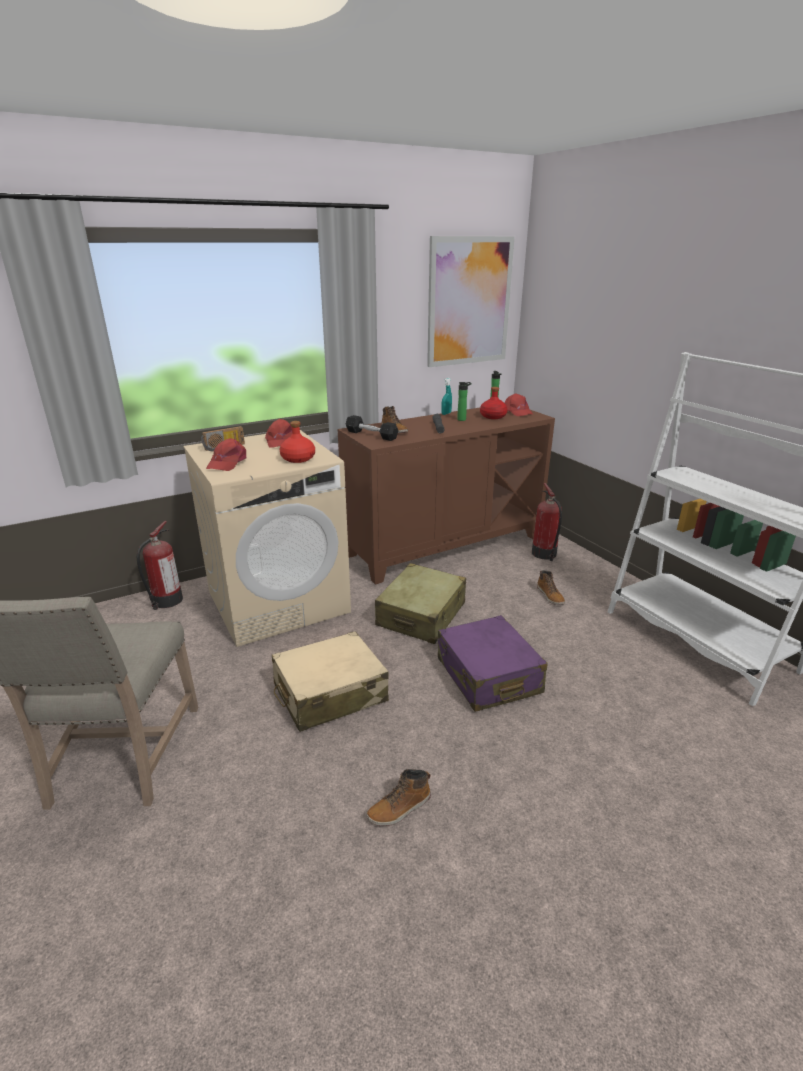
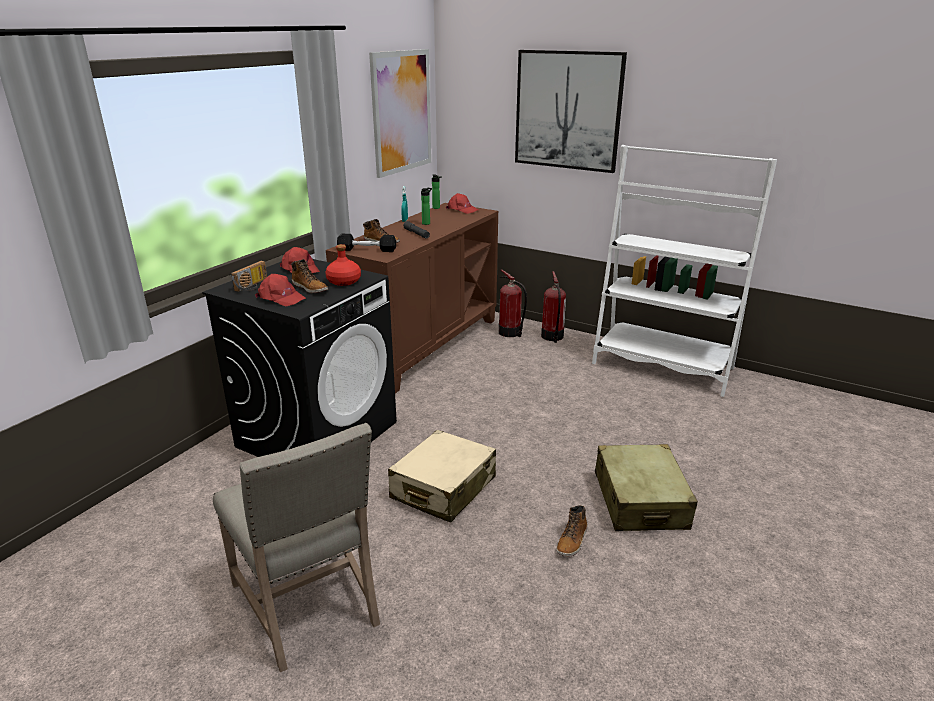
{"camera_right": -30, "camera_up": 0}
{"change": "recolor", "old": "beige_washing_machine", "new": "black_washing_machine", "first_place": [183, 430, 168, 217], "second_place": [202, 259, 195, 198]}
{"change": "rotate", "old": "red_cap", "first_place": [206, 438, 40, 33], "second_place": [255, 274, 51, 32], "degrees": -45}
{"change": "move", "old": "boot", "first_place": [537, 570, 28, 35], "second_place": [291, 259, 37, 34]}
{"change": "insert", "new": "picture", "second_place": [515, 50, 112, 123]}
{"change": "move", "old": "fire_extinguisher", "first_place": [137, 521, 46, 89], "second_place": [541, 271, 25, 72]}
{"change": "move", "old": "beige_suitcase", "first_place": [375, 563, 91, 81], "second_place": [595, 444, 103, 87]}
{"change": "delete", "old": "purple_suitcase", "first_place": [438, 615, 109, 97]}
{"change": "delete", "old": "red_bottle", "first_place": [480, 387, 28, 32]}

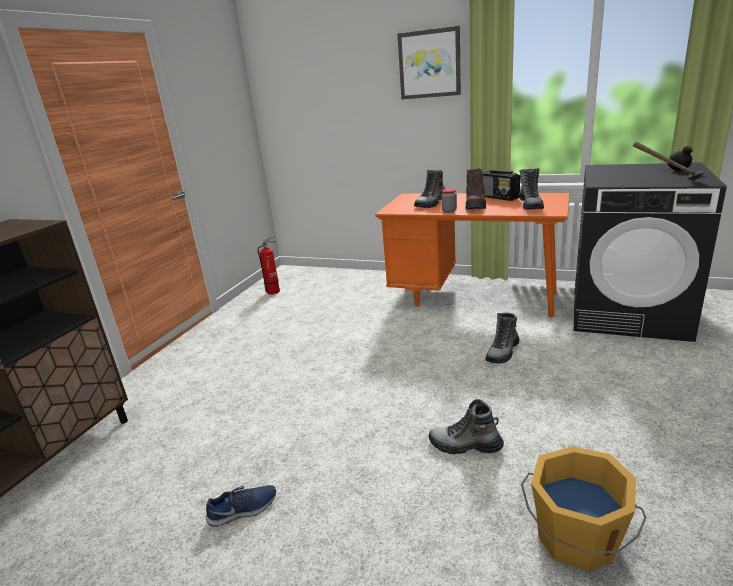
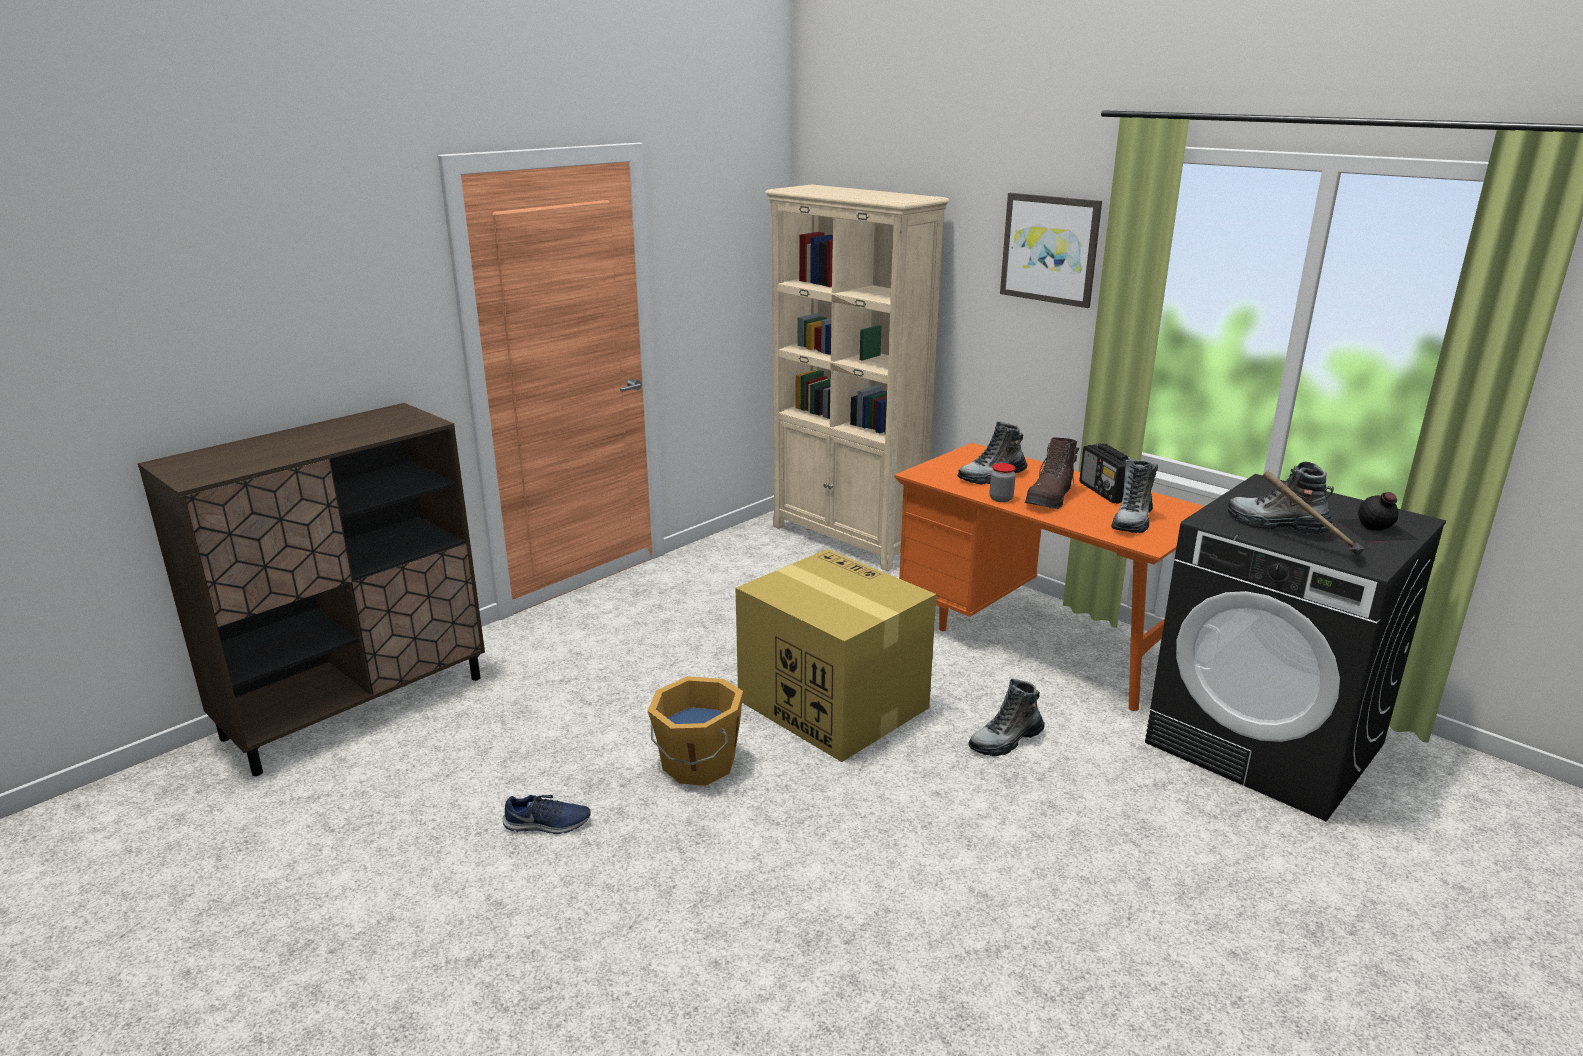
{"camera_right": 20, "camera_up": 0}
{"change": "move", "old": "orange_bucket", "first_place": [521, 447, 126, 124], "second_place": [648, 676, 95, 110]}
{"change": "insert", "new": "cardboard_box", "second_place": [735, 549, 201, 213]}
{"change": "insert", "new": "beige_bookcase", "second_place": [765, 185, 184, 386]}
{"change": "move", "old": "boot", "first_place": [429, 399, 75, 55], "second_place": [1228, 462, 106, 72]}
{"change": "delete", "old": "fire_extinguisher", "first_place": [257, 235, 23, 59]}

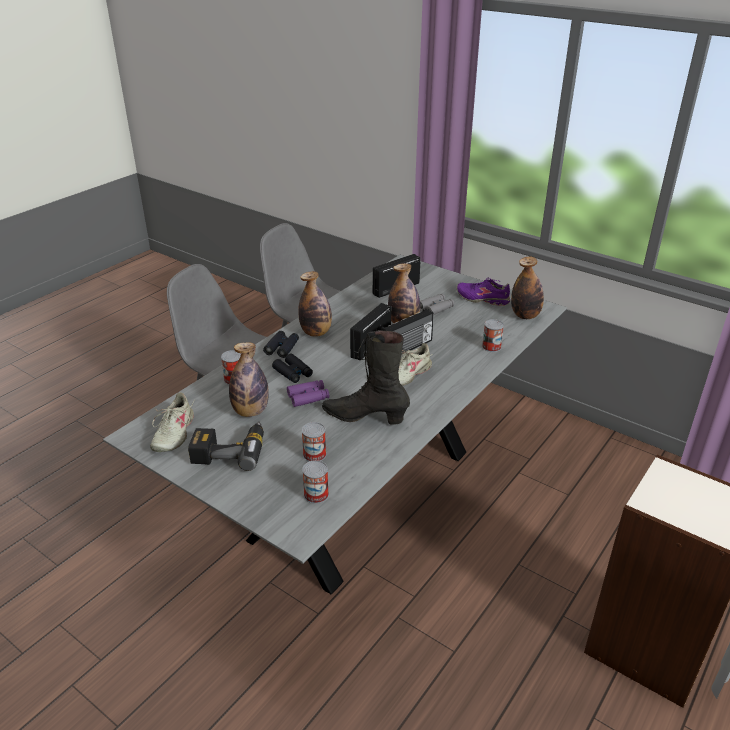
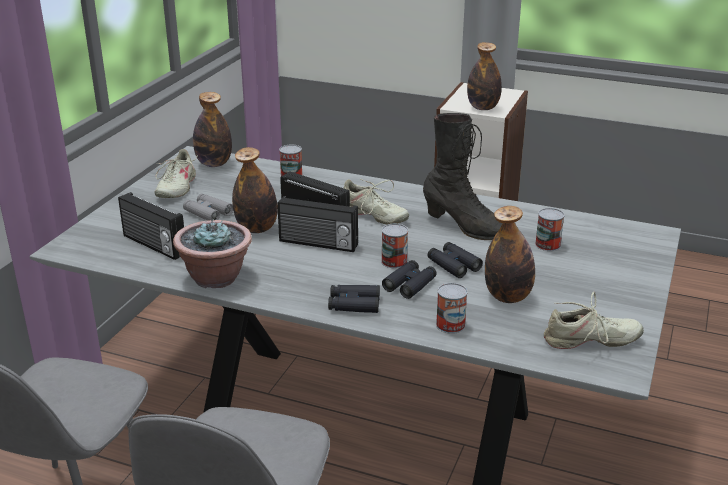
{"camera_right": -105, "camera_up": -5}
{"change": "recolor", "old": "purple_shoe", "new": "beige_shoe", "first_place": [456, 278, 54, 28], "second_place": [155, 149, 43, 49]}
{"change": "insert", "new": "potted_plant", "second_place": [173, 219, 79, 69]}
{"change": "move", "old": "can", "first_place": [302, 460, 27, 44], "second_place": [381, 224, 27, 44]}
{"change": "rotate", "old": "black_boot", "first_place": [322, 330, 88, 95], "second_place": [423, 113, 80, 127], "degrees": -60}
{"change": "recolor", "old": "purple_binoculars", "new": "black_binoculars", "first_place": [287, 380, 42, 27], "second_place": [428, 242, 55, 36]}
{"change": "move", "old": "bottle", "first_place": [298, 271, 34, 66], "second_place": [467, 42, 35, 68]}
{"change": "delete", "old": "power_drill", "first_place": [188, 421, 76, 50]}

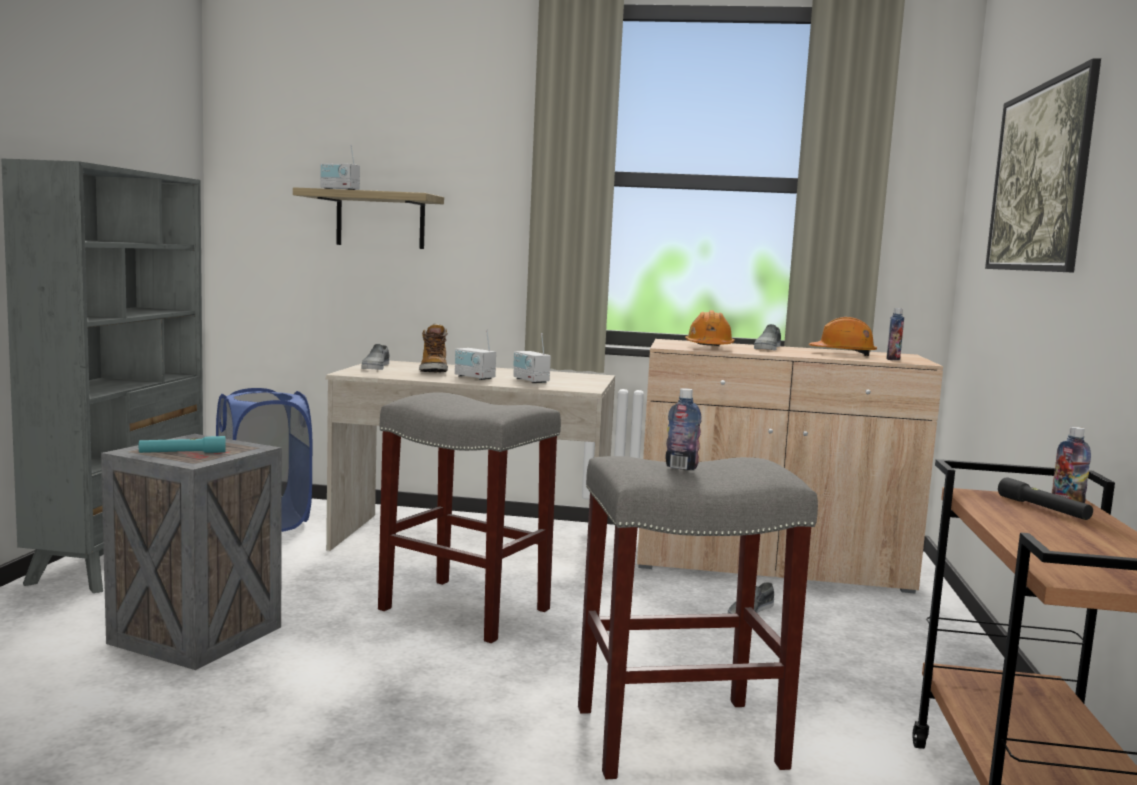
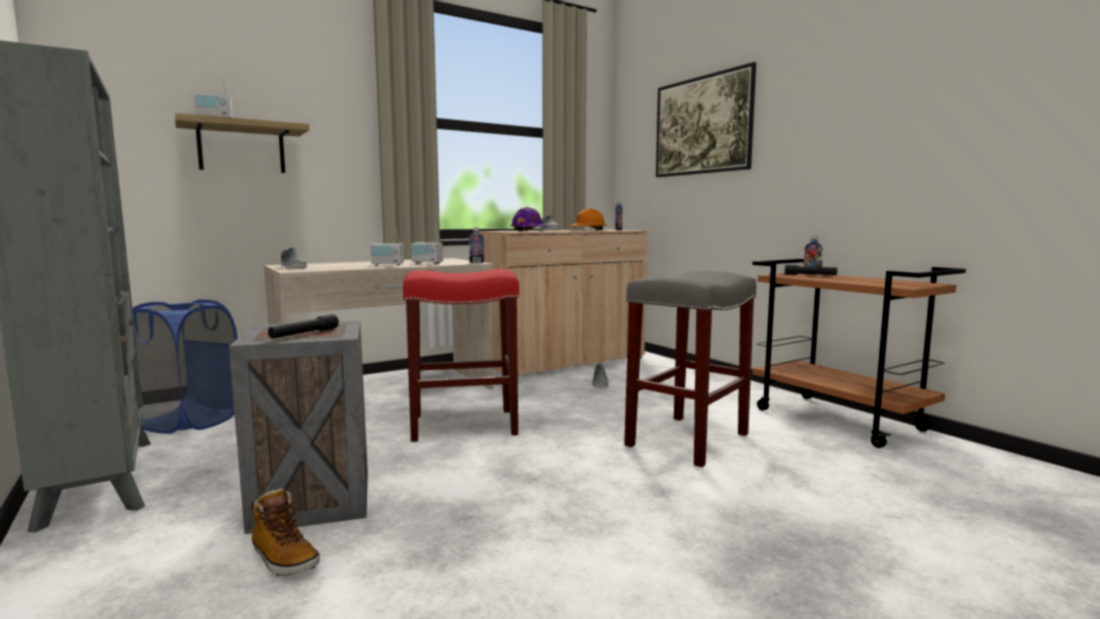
{"camera_right": -40, "camera_up": 0}
{"change": "move", "old": "boot", "first_place": [419, 323, 29, 50], "second_place": [251, 488, 69, 88]}
{"change": "recolor", "old": "turquoise_flashlight", "new": "black_flashlight", "first_place": [139, 436, 87, 17], "second_place": [268, 314, 71, 25]}
{"change": "recolor", "old": "grey_stool", "new": "red_stool", "first_place": [378, 392, 183, 251], "second_place": [403, 269, 116, 173]}
{"change": "move", "old": "bottle", "first_place": [665, 388, 37, 82], "second_place": [469, 227, 15, 36]}
{"change": "recolor", "old": "orange_hard_hat", "new": "purple_hard_hat", "first_place": [685, 310, 50, 36], "second_place": [510, 207, 36, 24]}

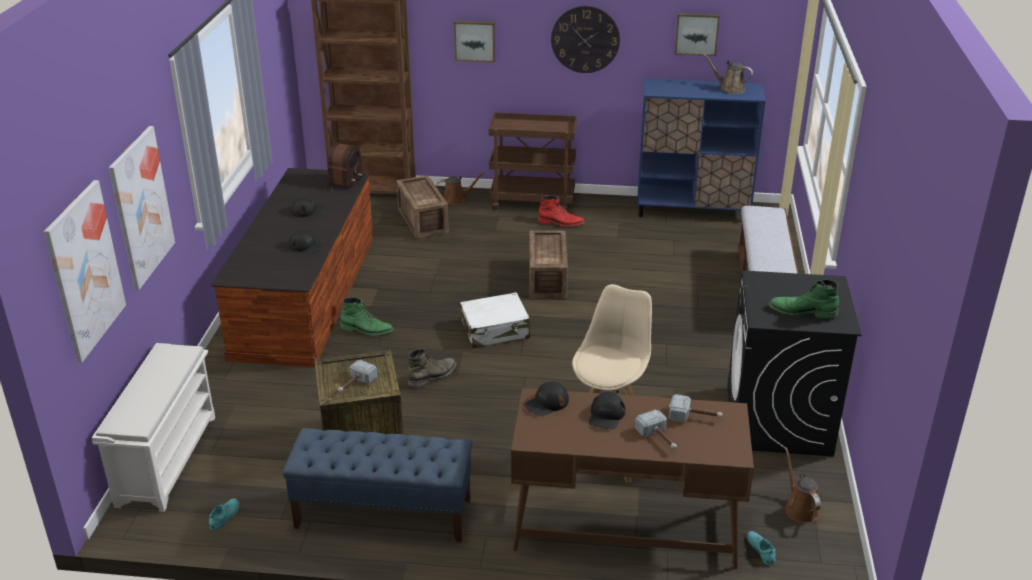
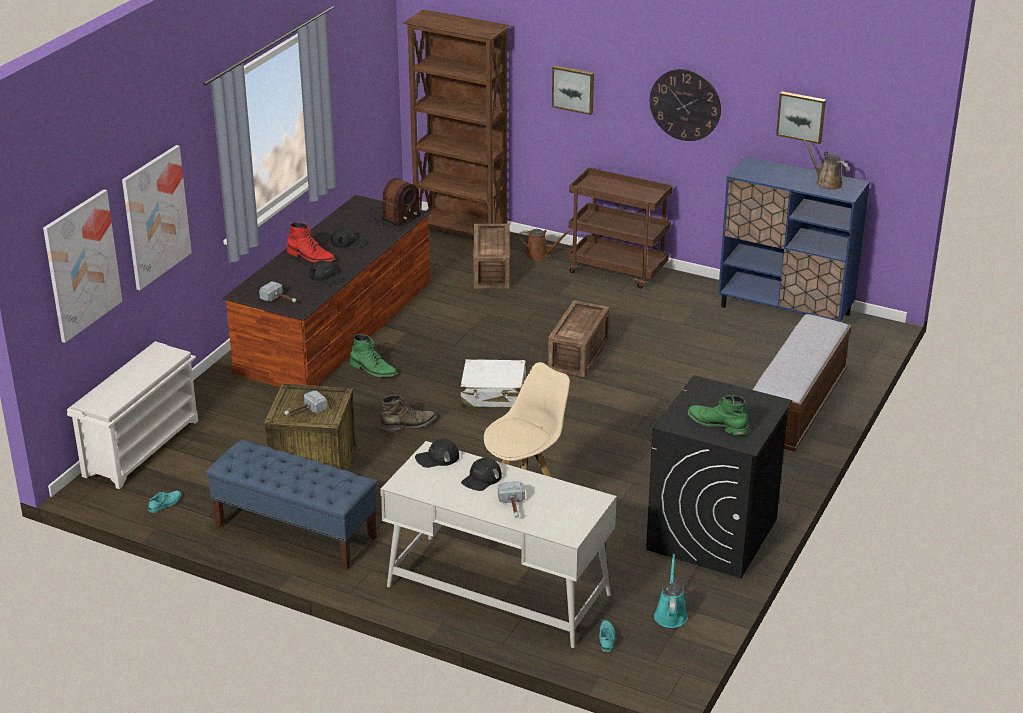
{"camera_right": 20, "camera_up": 0}
{"change": "move", "old": "hammer", "first_place": [668, 394, 54, 28], "second_place": [259, 281, 37, 22]}
{"change": "move", "old": "red_boot", "first_place": [538, 195, 47, 32], "second_place": [287, 222, 48, 40]}
{"change": "recolor", "old": "brown_desk", "new": "white_desk", "first_place": [511, 388, 243, 181], "second_place": [380, 441, 237, 207]}
{"change": "recolor", "old": "brown_watering_can", "new": "turquoise_watering_can", "first_place": [785, 448, 36, 75], "second_place": [654, 554, 34, 74]}

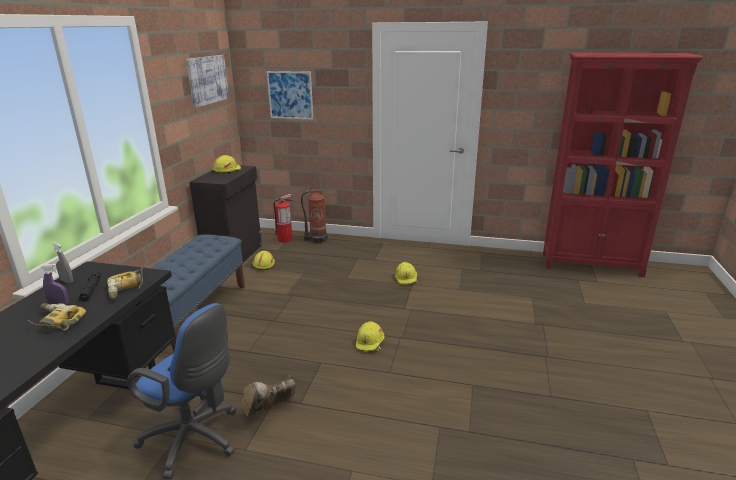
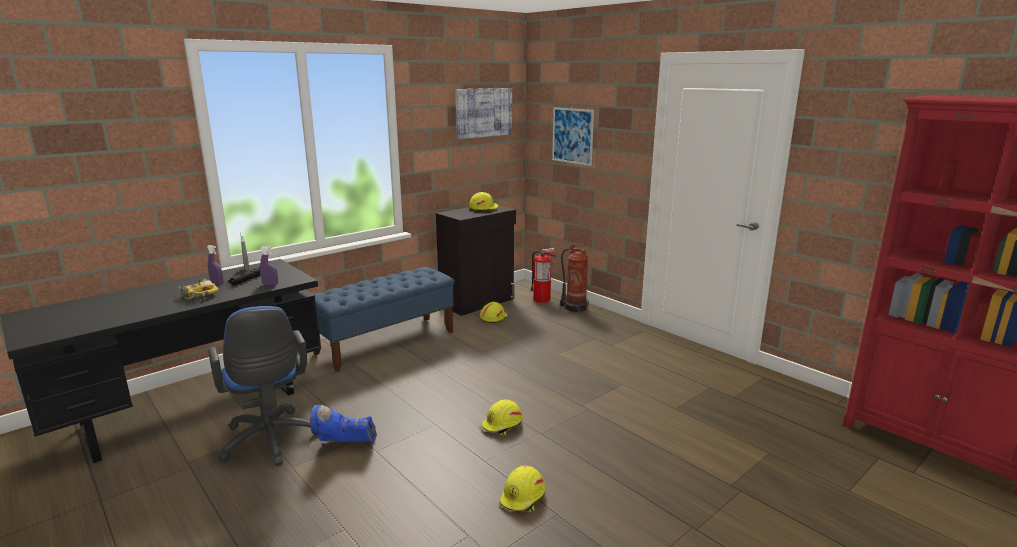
{"camera_right": 35, "camera_up": -5}
{"change": "replace", "old": "power_drill", "new": "purple_spray_bottle", "first_place": [107, 267, 36, 33], "second_place": [260, 246, 18, 40]}
{"change": "recolor", "old": "brown_boot", "new": "blue_boot", "first_place": [241, 375, 55, 41], "second_place": [311, 405, 66, 37]}
{"change": "move", "old": "yellow_hard_hat", "first_place": [395, 262, 23, 23], "second_place": [499, 465, 47, 47]}

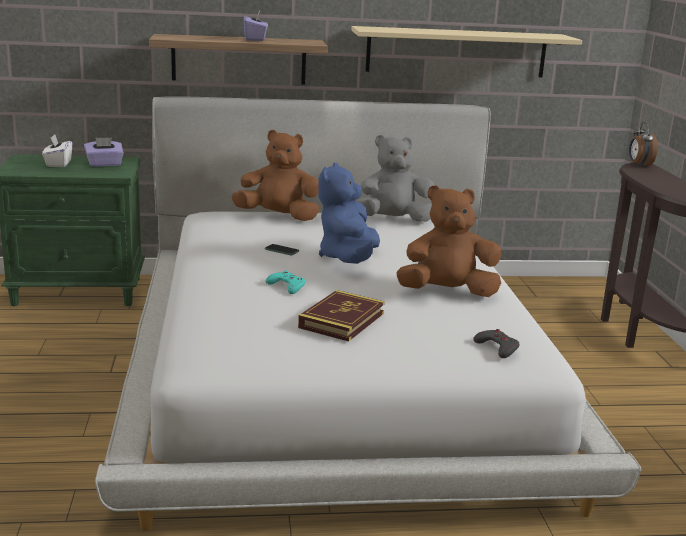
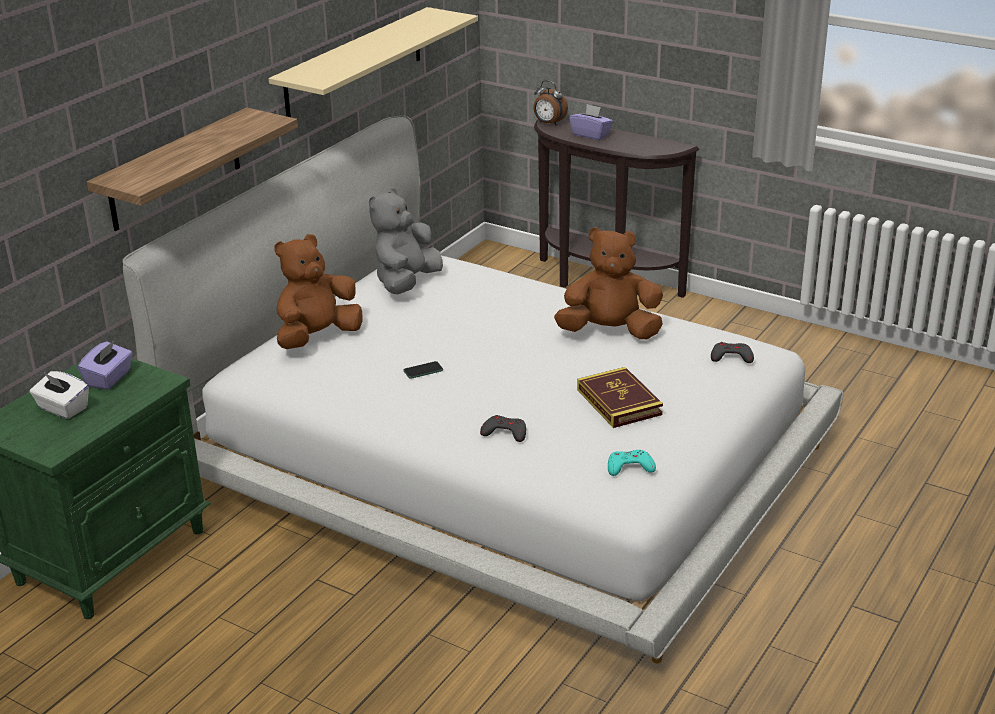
{"camera_right": -50, "camera_up": 10}
{"change": "insert", "new": "grey_game_controller", "second_place": [480, 415, 46, 27]}
{"change": "rotate", "old": "brown_plush_toy", "first_place": [396, 185, 105, 112], "second_place": [554, 227, 109, 112], "degrees": 60}
{"change": "move", "old": "purple_tissue_box", "first_place": [244, 11, 24, 30], "second_place": [569, 104, 44, 36]}
{"change": "move", "old": "turquoise_game_controller", "first_place": [266, 271, 39, 23], "second_place": [608, 450, 48, 26]}
{"change": "delete", "old": "blue_plush_toy", "first_place": [318, 162, 62, 102]}

